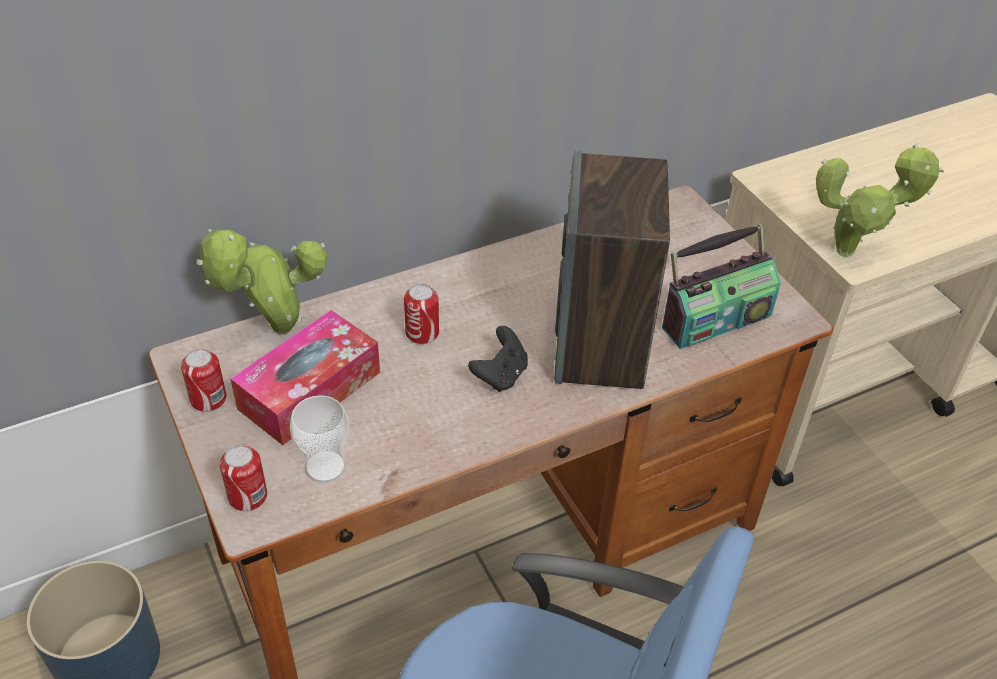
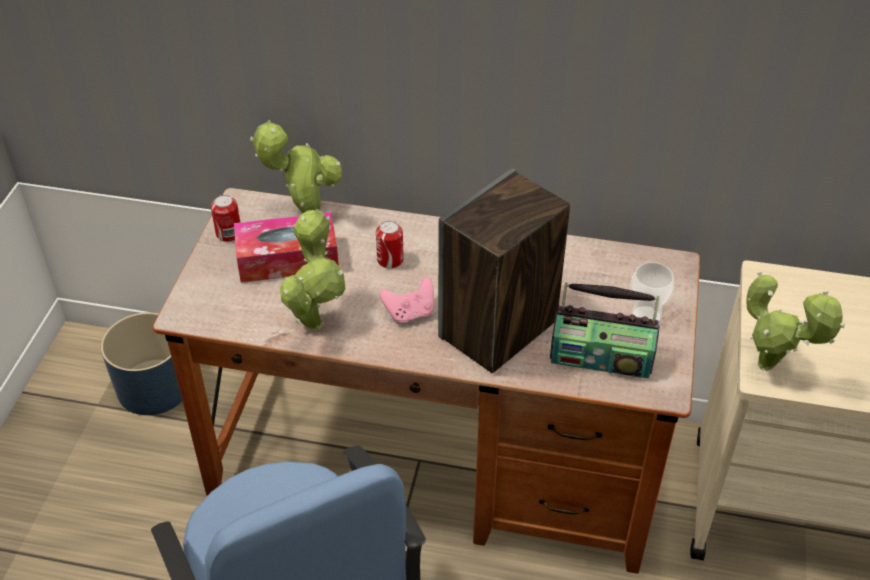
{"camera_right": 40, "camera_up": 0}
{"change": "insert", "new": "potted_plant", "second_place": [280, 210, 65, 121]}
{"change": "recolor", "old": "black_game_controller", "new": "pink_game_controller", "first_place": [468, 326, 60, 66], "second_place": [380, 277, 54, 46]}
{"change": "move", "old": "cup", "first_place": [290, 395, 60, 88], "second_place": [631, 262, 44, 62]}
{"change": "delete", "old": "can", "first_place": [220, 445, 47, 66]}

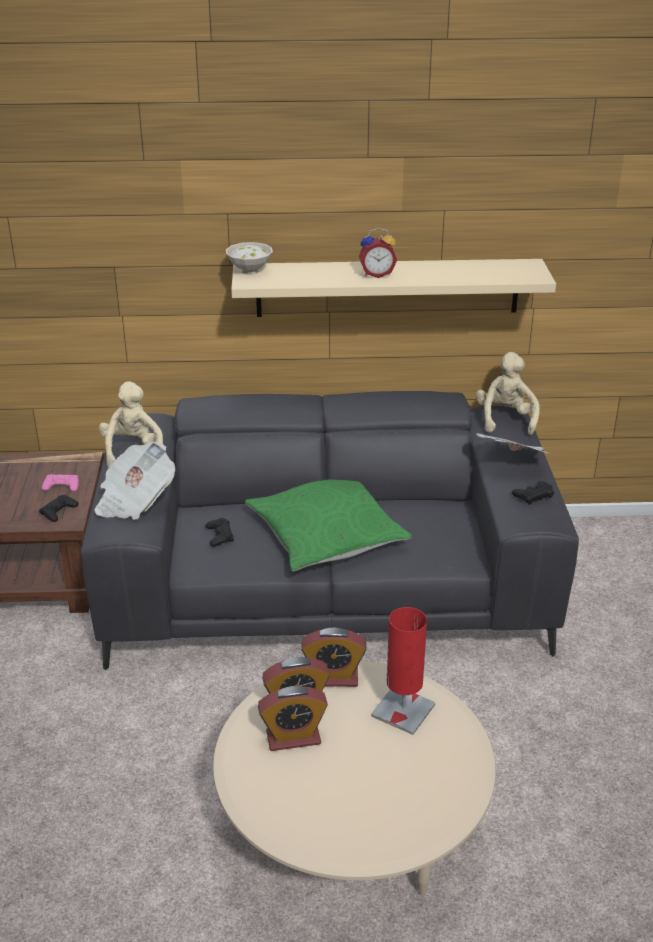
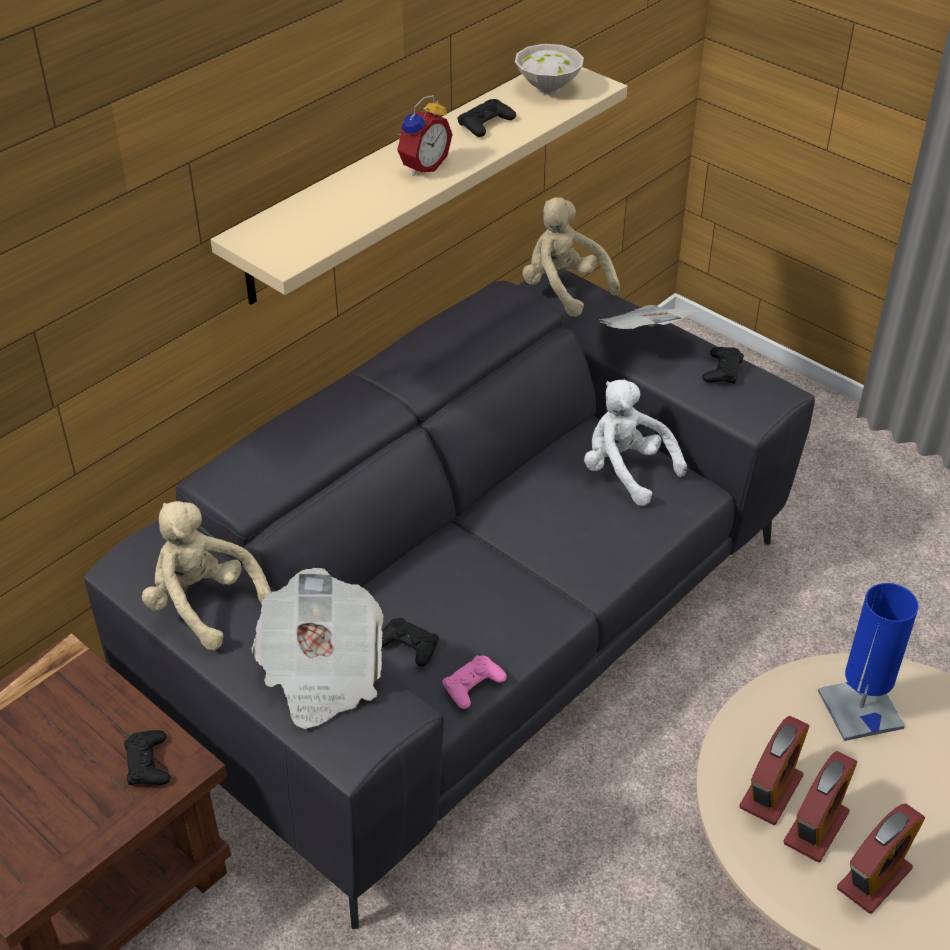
{"camera_right": -45, "camera_up": 10}
{"change": "move", "old": "pink_game_controller", "first_place": [42, 474, 37, 18], "second_place": [442, 655, 65, 54]}
{"change": "insert", "new": "black_game_controller", "second_place": [457, 99, 59, 38]}
{"change": "move", "old": "white_bowl", "first_place": [226, 242, 47, 33], "second_place": [515, 44, 69, 51]}
{"change": "insert", "new": "white_plush_toy", "second_place": [584, 380, 103, 126]}
{"change": "recolor", "old": "red_table_lamp", "new": "blue_table_lamp", "first_place": [371, 607, 64, 128], "second_place": [818, 583, 101, 158]}
{"change": "move", "old": "alarm_clock", "first_place": [301, 628, 65, 59], "second_place": [837, 803, 88, 111]}
{"change": "delete", "old": "green_pillow", "first_place": [245, 479, 167, 92]}

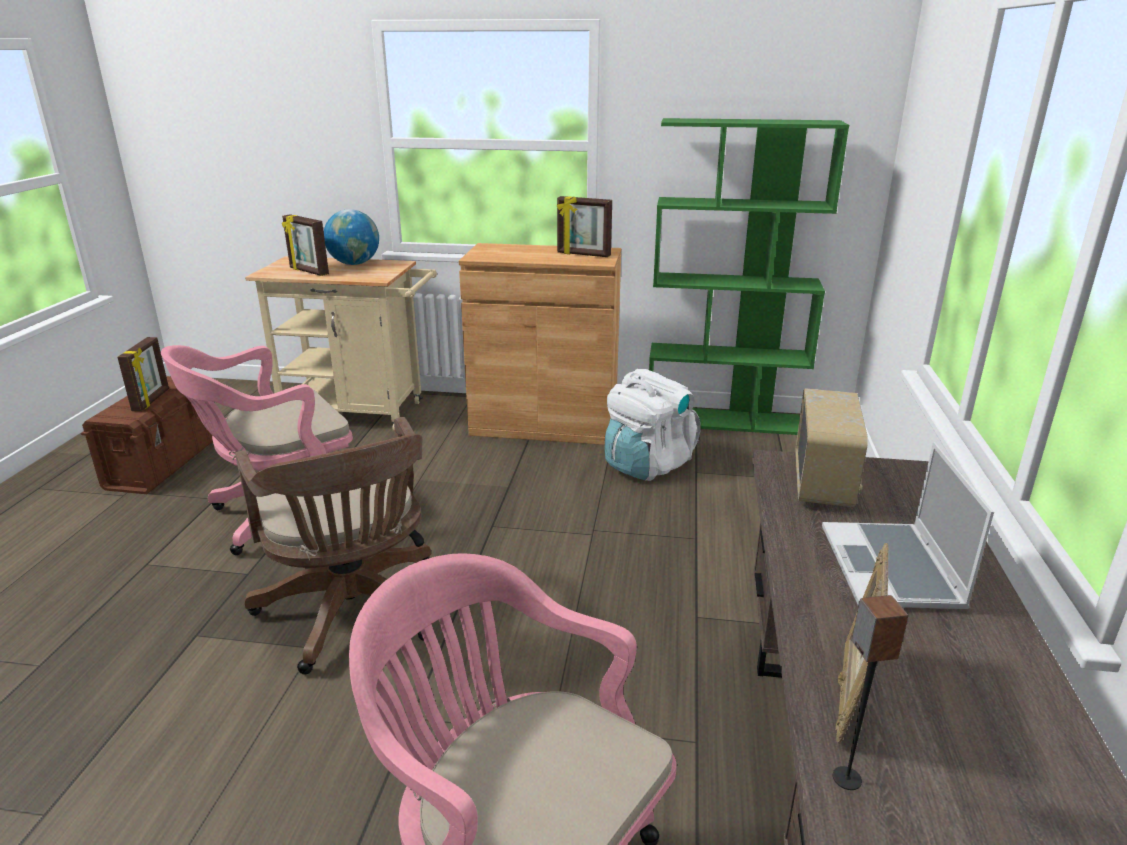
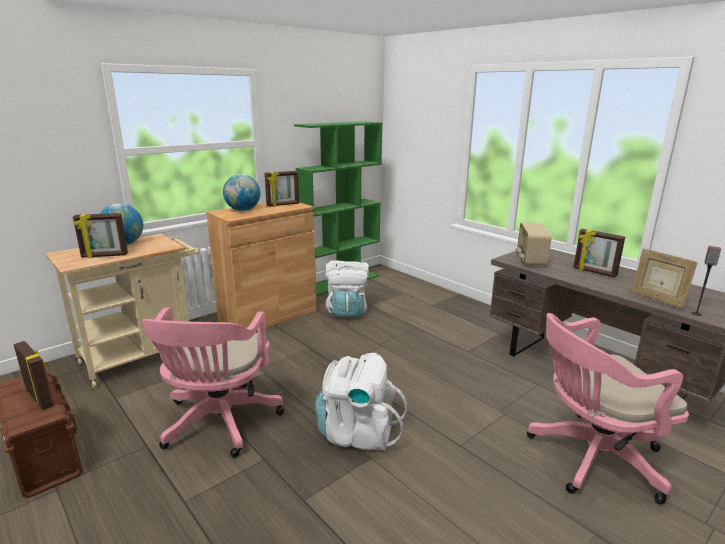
{"camera_right": -50, "camera_up": -5}
{"change": "insert", "new": "globe", "second_place": [223, 174, 37, 37]}
{"change": "replace", "old": "brown_office_chair", "new": "white_backpack", "first_place": [235, 417, 196, 258], "second_place": [315, 353, 93, 98]}
{"change": "rotate", "old": "radio", "first_place": [795, 388, 73, 120], "second_place": [516, 223, 36, 43], "degrees": -135}
{"change": "replace", "old": "laptop", "new": "picture_frame", "first_place": [822, 442, 172, 167], "second_place": [573, 229, 52, 48]}

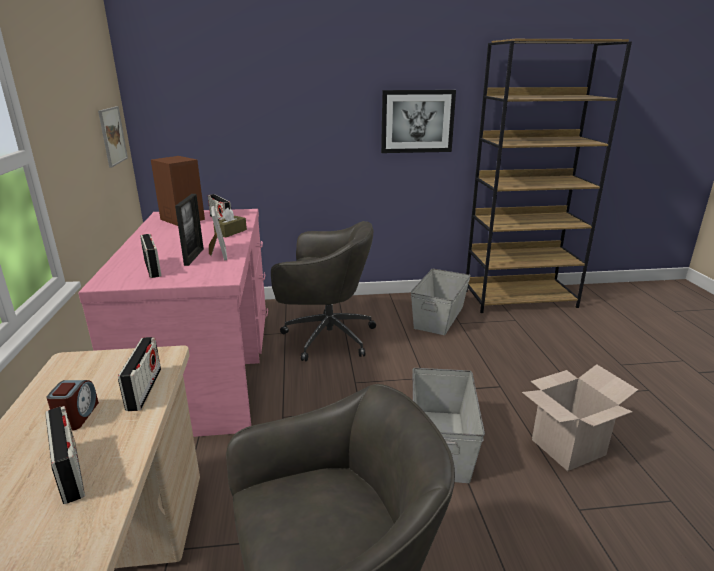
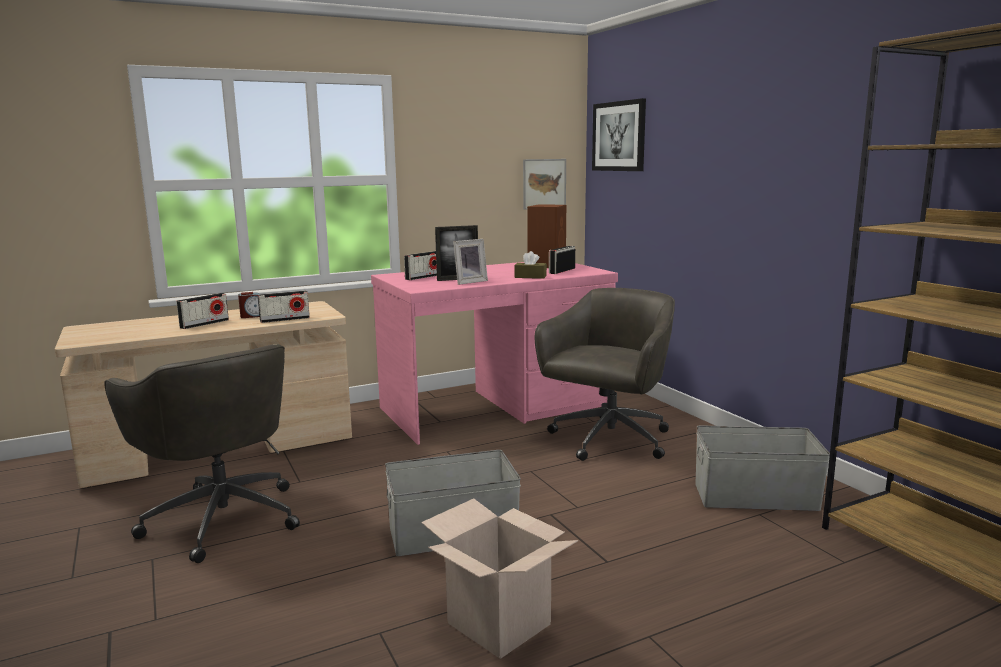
{"camera_right": 70, "camera_up": -10}
{"change": "rotate", "old": "grey_office_chair", "first_place": [271, 221, 105, 140], "second_place": [535, 288, 140, 173], "degrees": -135}
{"change": "move", "old": "picture", "first_place": [381, 90, 75, 63], "second_place": [592, 98, 54, 73]}

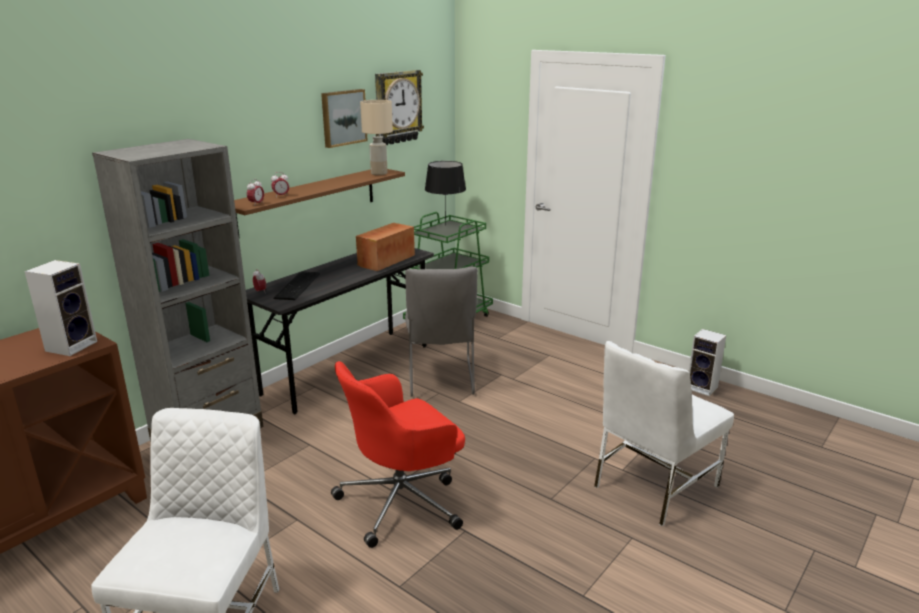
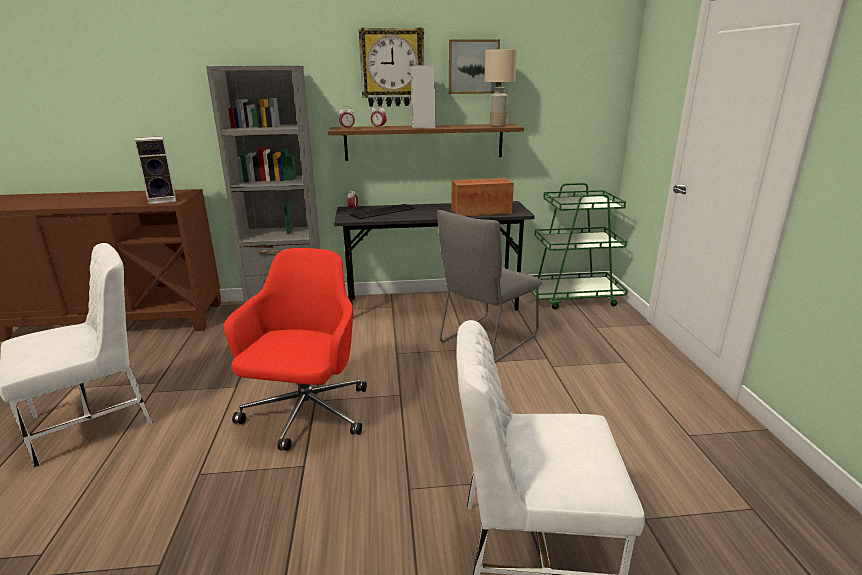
{"camera_right": 45, "camera_up": 0}
{"change": "rotate", "old": "red_office_chair", "first_place": [331, 361, 134, 187], "second_place": [224, 248, 143, 203], "degrees": 90}
{"change": "move", "old": "wall_clock", "first_place": [375, 70, 49, 75], "second_place": [359, 28, 65, 79]}
{"change": "move", "old": "speaker", "first_place": [689, 329, 37, 67], "second_place": [410, 65, 25, 64]}
{"change": "delete", "old": "black_table_lamp", "first_place": [425, 161, 41, 65]}

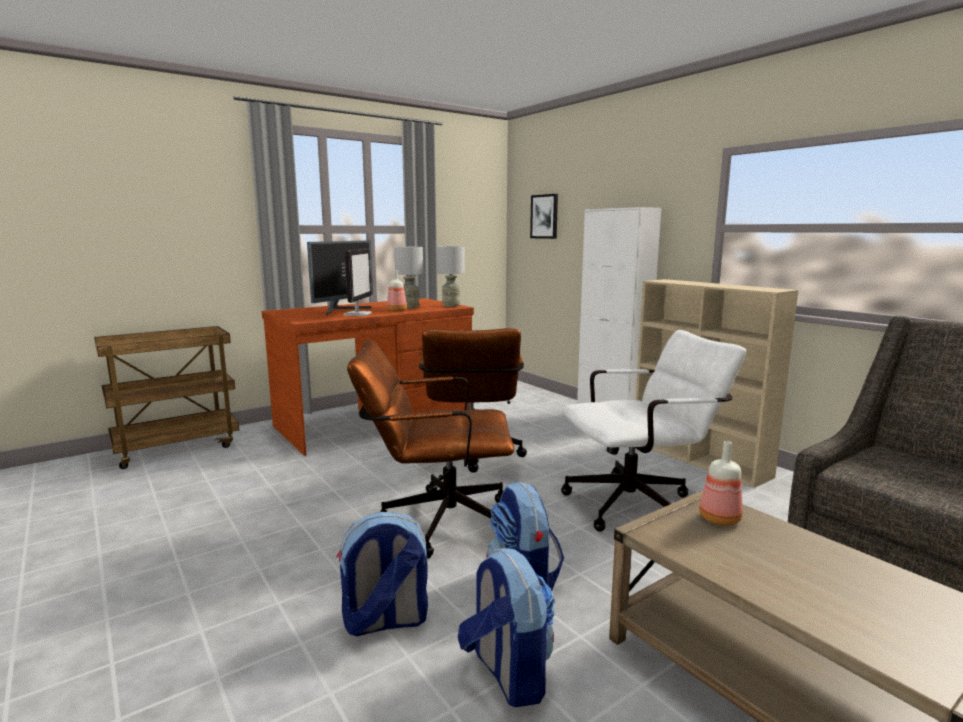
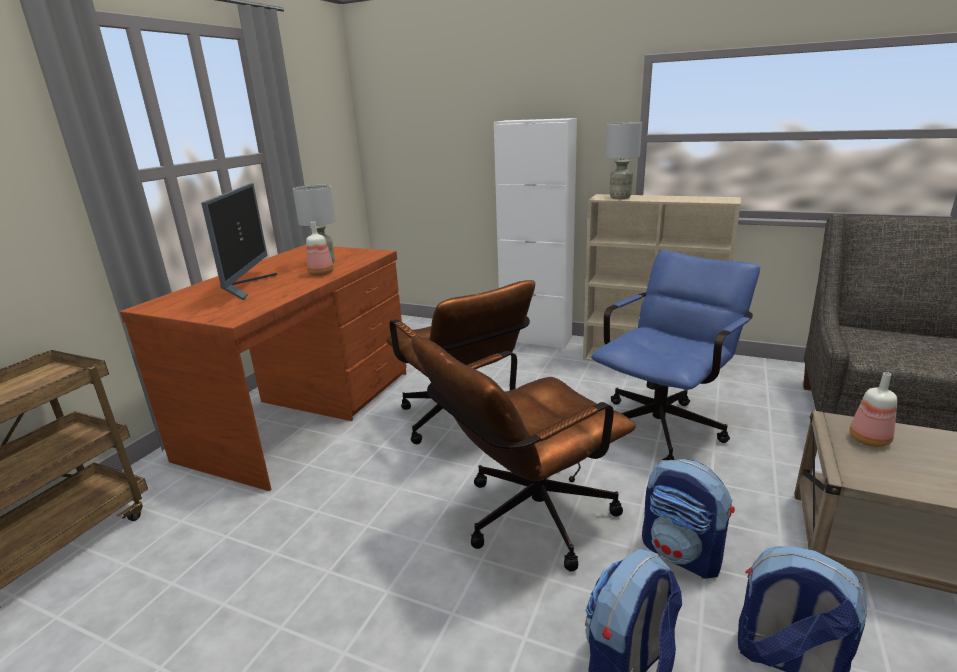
{"camera_right": -30, "camera_up": 10}
{"change": "recolor", "old": "white_office_chair", "new": "blue_office_chair", "first_place": [561, 330, 185, 202], "second_place": [591, 250, 169, 210]}
{"change": "move", "old": "grey_table_lamp", "first_place": [437, 246, 28, 61], "second_place": [605, 122, 37, 77]}
{"change": "delete", "old": "monitor", "first_place": [344, 248, 28, 68]}
{"change": "delete", "old": "picture", "first_place": [530, 194, 28, 45]}

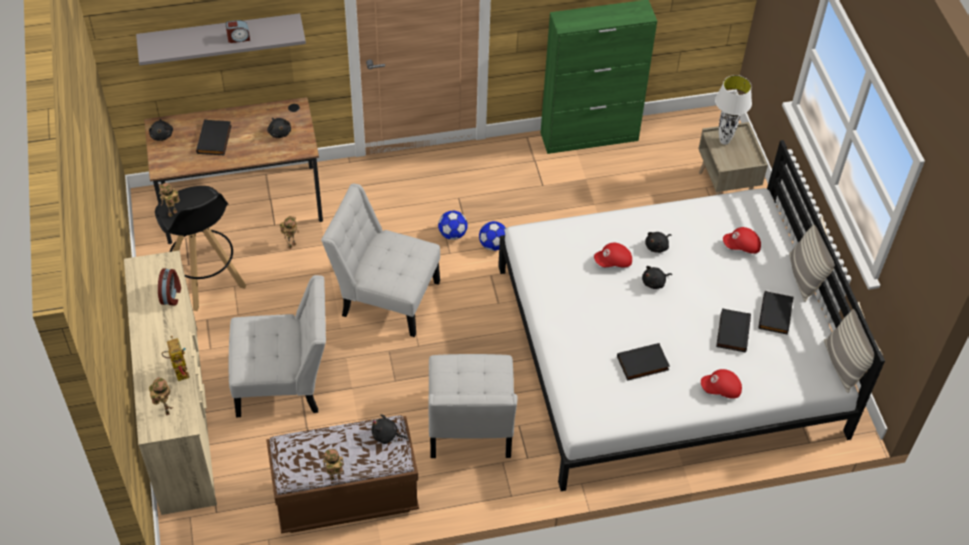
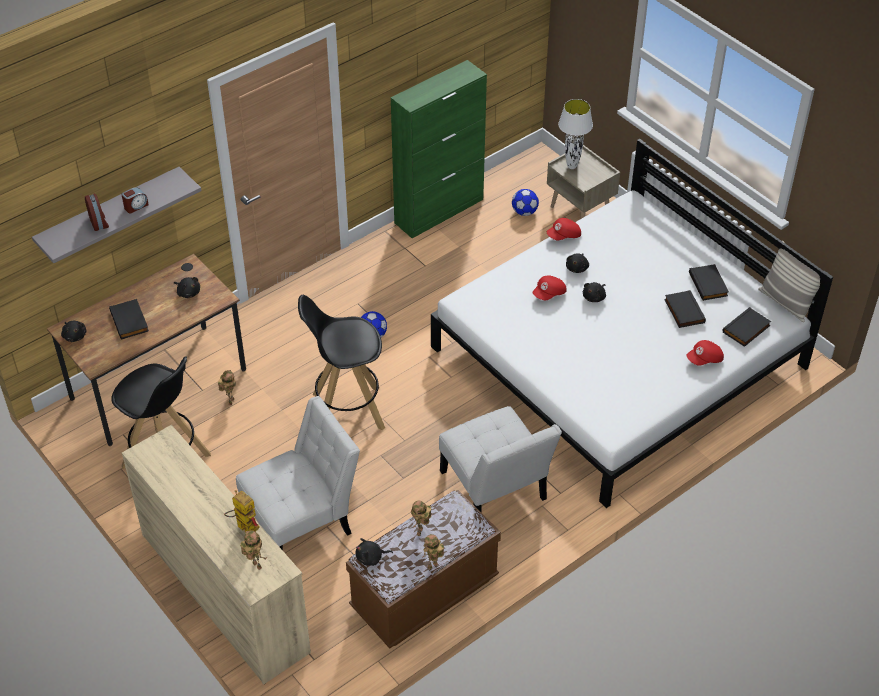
{"camera_right": -25, "camera_up": -5}
{"change": "move", "old": "alarm_clock", "first_place": [158, 268, 23, 37], "second_place": [85, 194, 24, 37]}
{"change": "replace", "old": "white_chair", "new": "black_stool", "first_place": [321, 184, 119, 153], "second_place": [298, 295, 87, 135]}
{"change": "move", "old": "black_plush_toy", "first_place": [372, 414, 35, 30], "second_place": [356, 538, 37, 28]}
{"change": "move", "old": "toy_robot", "first_place": [159, 183, 21, 34], "second_place": [411, 501, 20, 35]}
{"change": "move", "old": "football", "first_place": [479, 221, 27, 30], "second_place": [512, 189, 27, 27]}
{"change": "move", "old": "red_cap", "first_place": [723, 227, 38, 27], "second_place": [547, 218, 34, 22]}
{"change": "move", "old": "black_book", "first_place": [617, 343, 53, 38], "second_place": [722, 307, 49, 40]}
{"change": "delete", "old": "pillow", "first_place": [789, 215, 46, 87]}

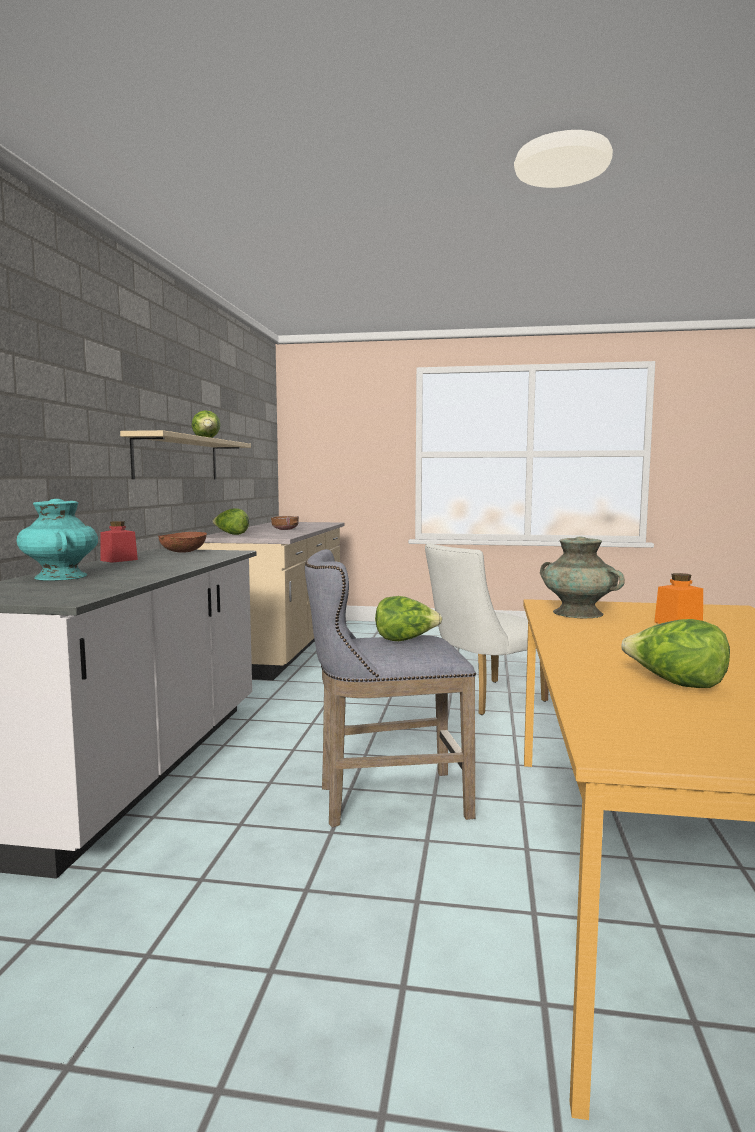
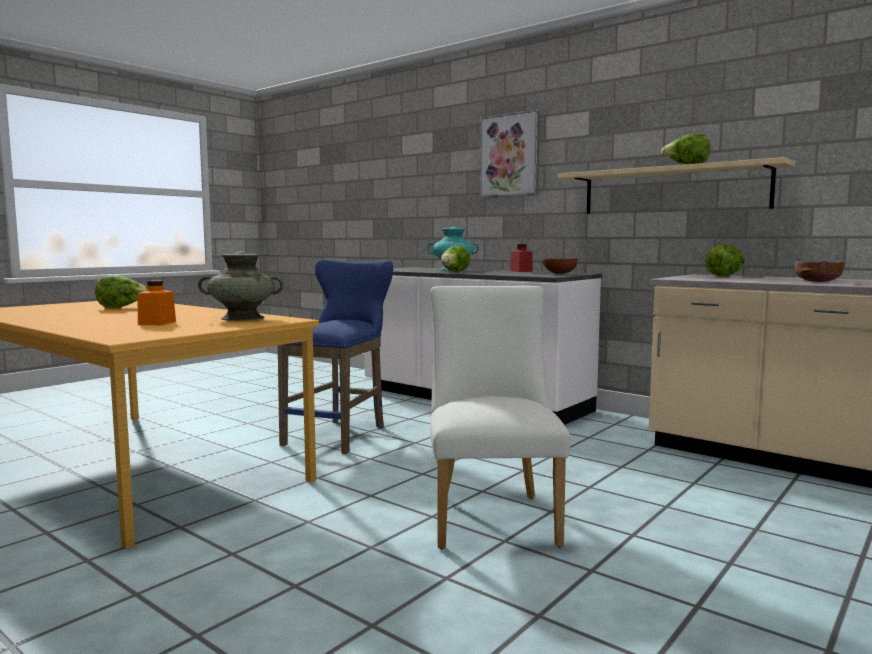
{"camera_right": 120, "camera_up": 0}
{"change": "recolor", "old": "grey_stool", "new": "blue_stool", "first_place": [305, 549, 171, 279], "second_place": [278, 259, 115, 195]}
{"change": "move", "old": "lettuce", "first_place": [375, 596, 67, 45], "second_place": [441, 245, 29, 27]}
{"change": "insert", "new": "picture", "second_place": [480, 110, 60, 88]}

